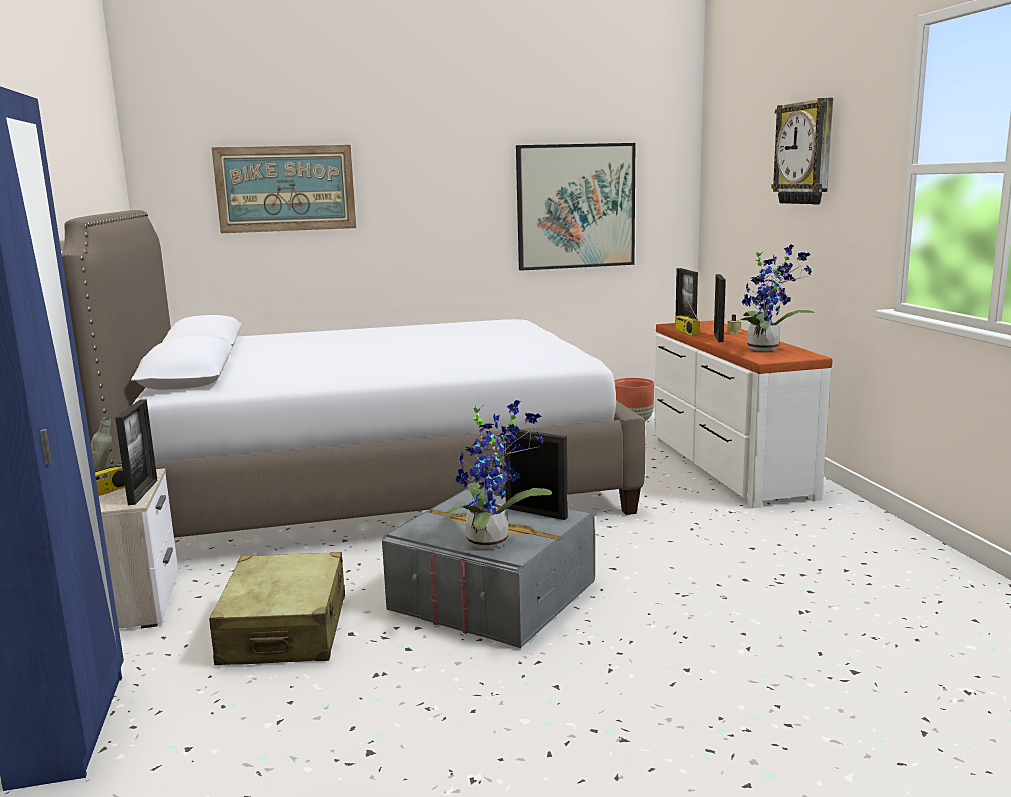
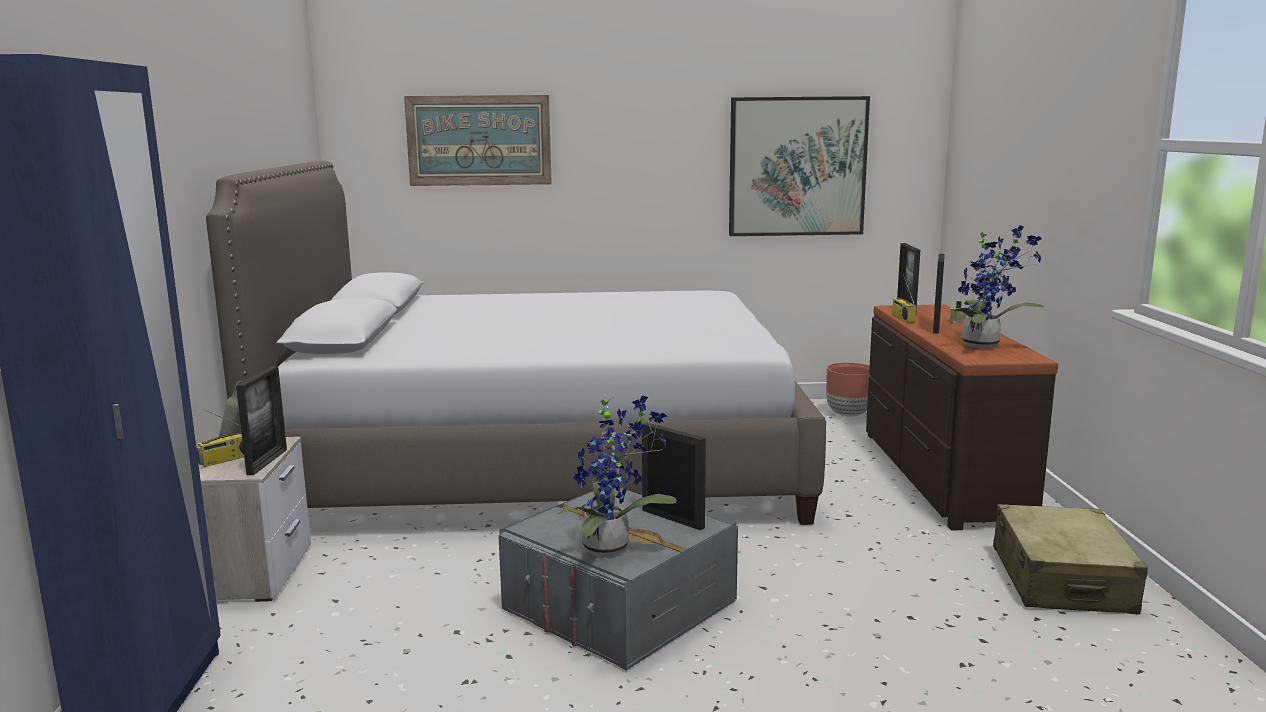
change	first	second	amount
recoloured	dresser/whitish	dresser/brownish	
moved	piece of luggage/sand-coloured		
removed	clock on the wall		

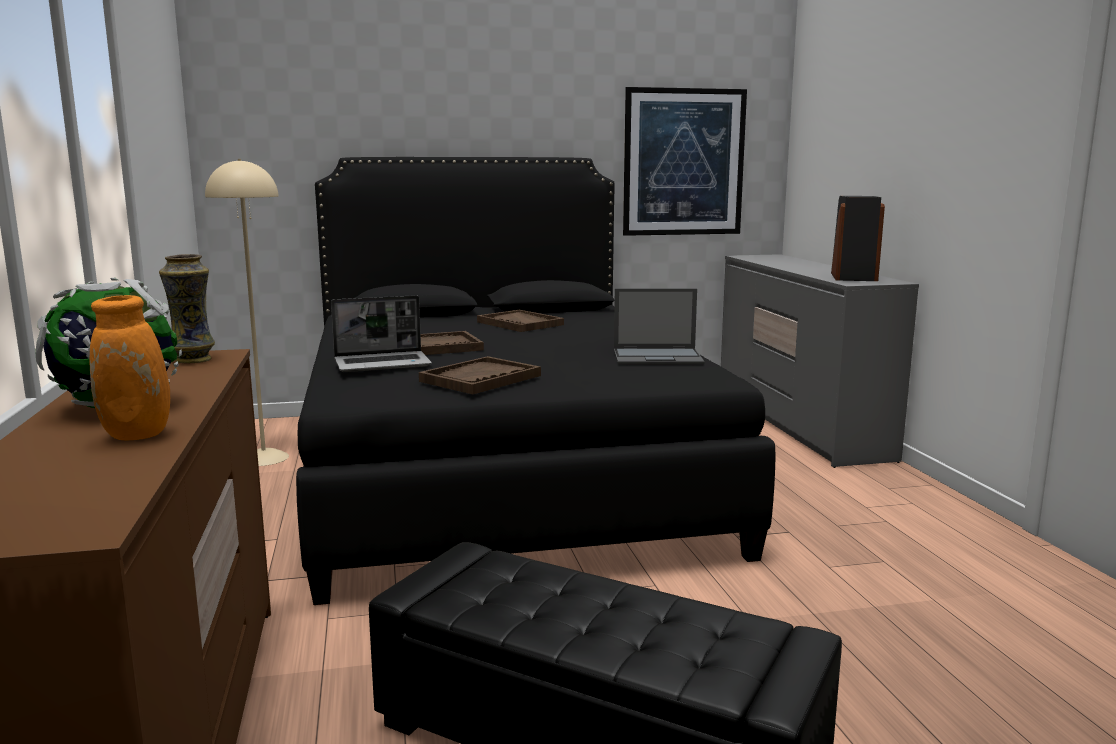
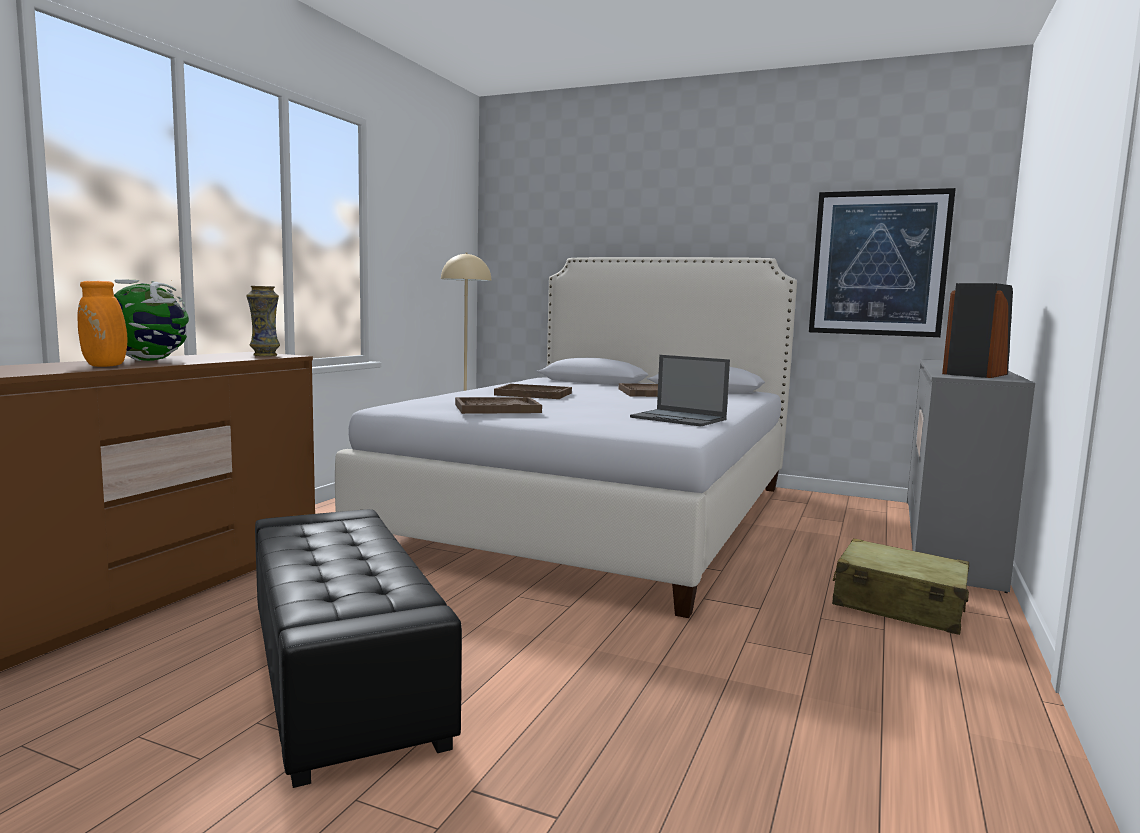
change	first	second	amount
recoloured	sleeping bed/black	sleeping bed/whitish	
added		piece of luggage/sand-coloured	
removed	portable computer (1st from left)		

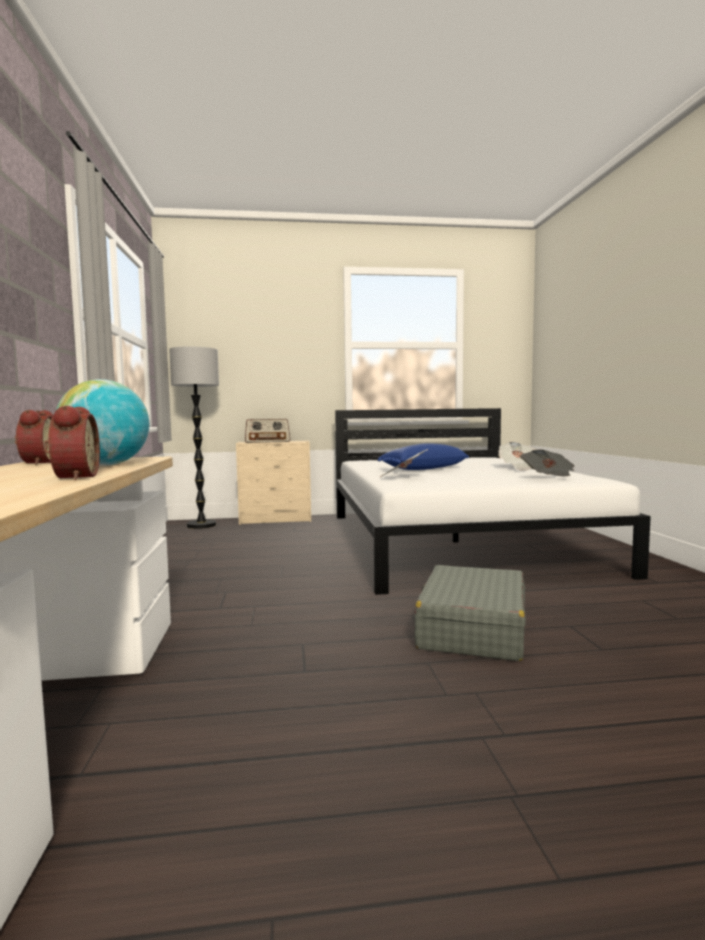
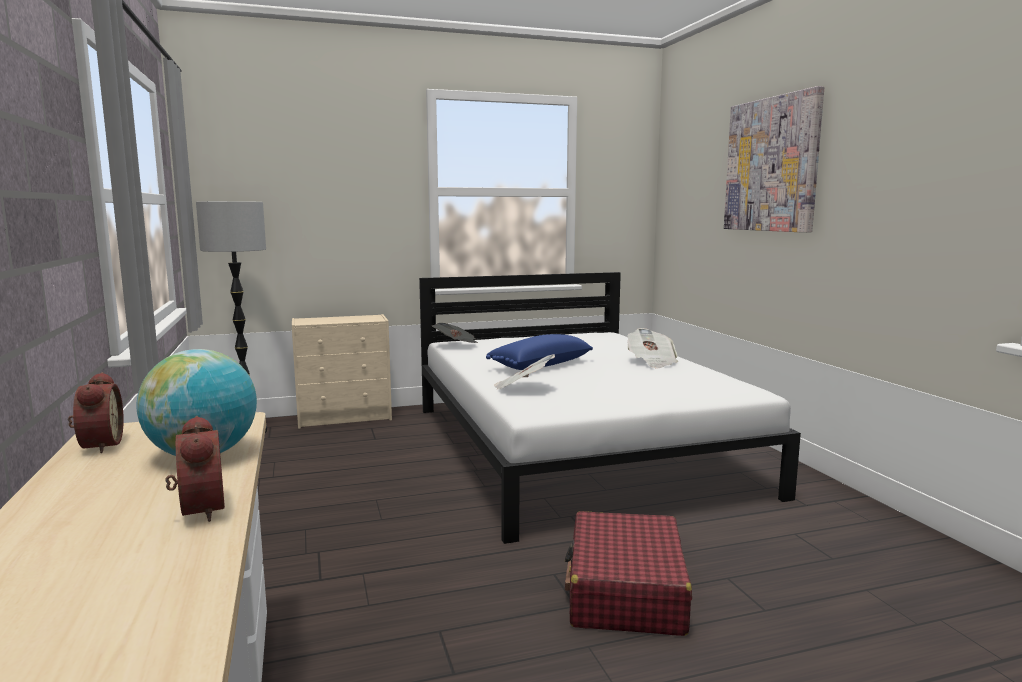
change	first	second	amount
moved	newspaper (3rd from left in the first image)	newspaper (1st from left)	
recoloured	piece of luggage/grey	piece of luggage/reddish	
added		picture	
removed	radio receiver		

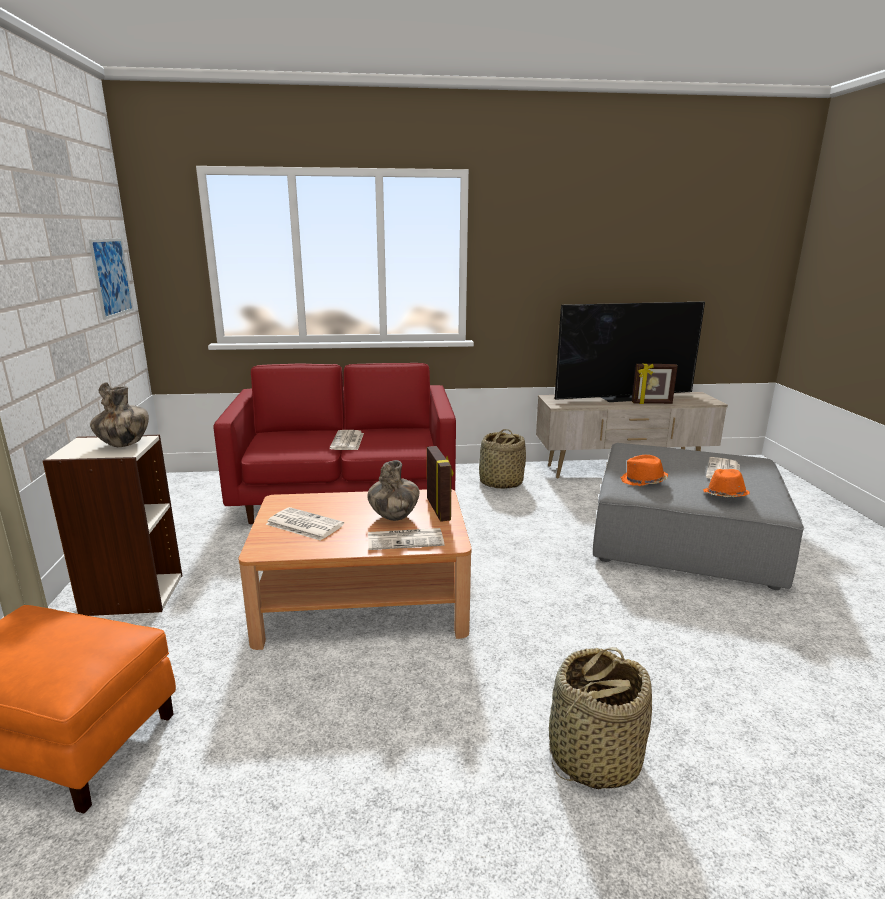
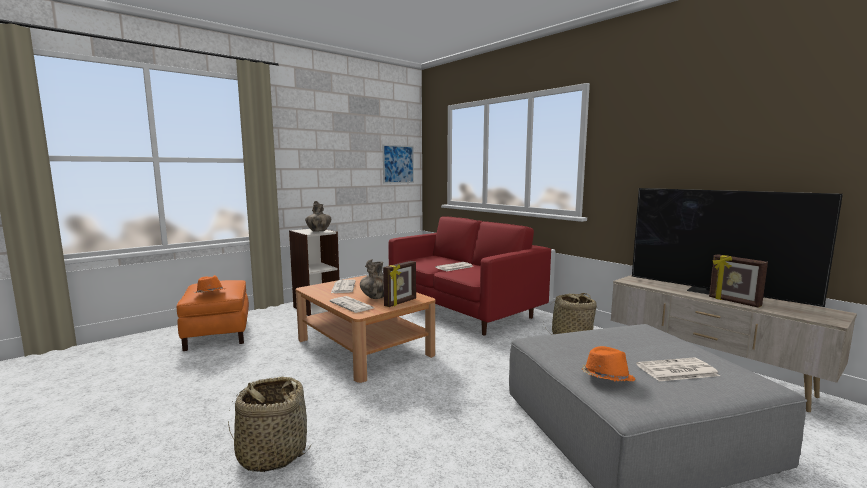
change	first	second	amount
moved	hat/orange-coloured (1st from left)		

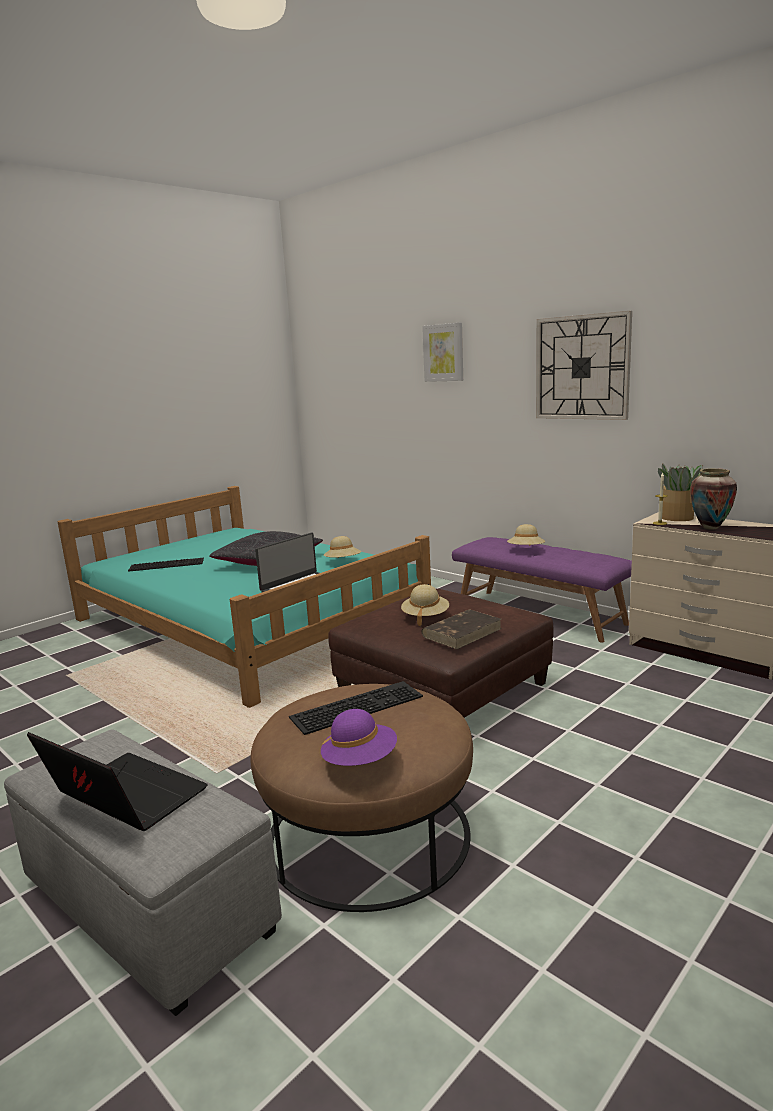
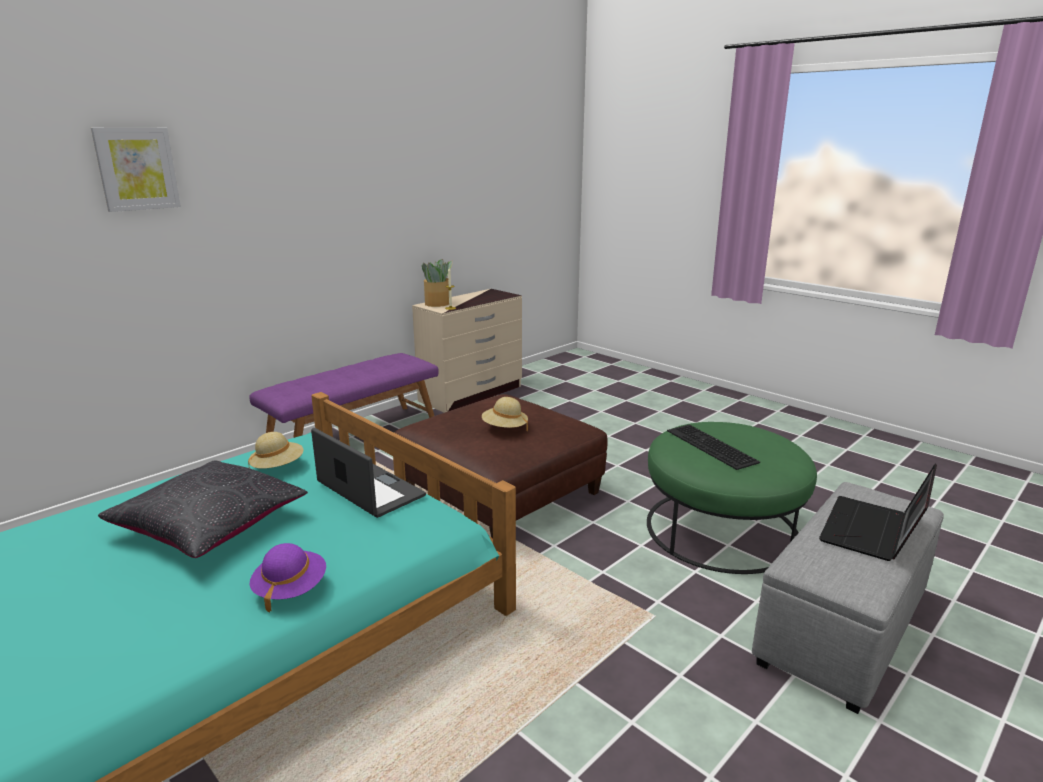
change	first	second	amount
moved	hat/purple-coloured		
recoloured	pouffe/brownish (1st from left)	pouffe/greenish	
removed	PC keyboard (1st from left)		
removed	book/brownish		
removed	hat/sand-coloured (3rd from left)		
removed	clock on the wall		
removed	flower vase		

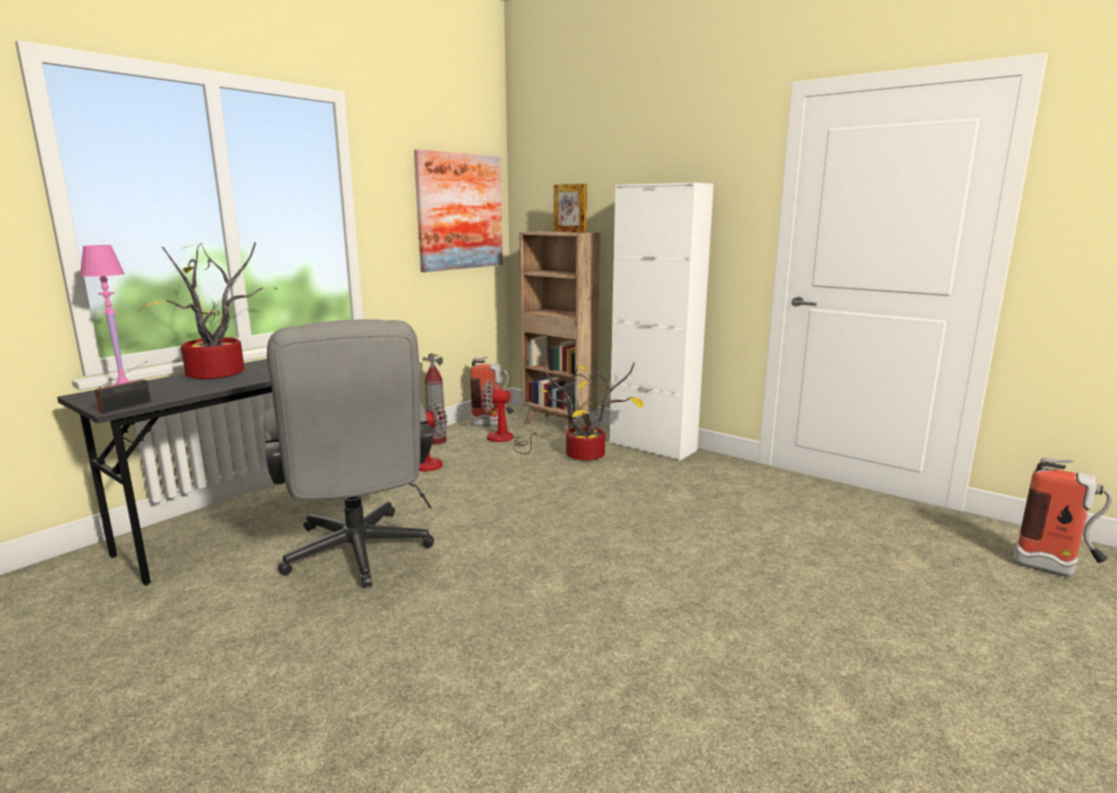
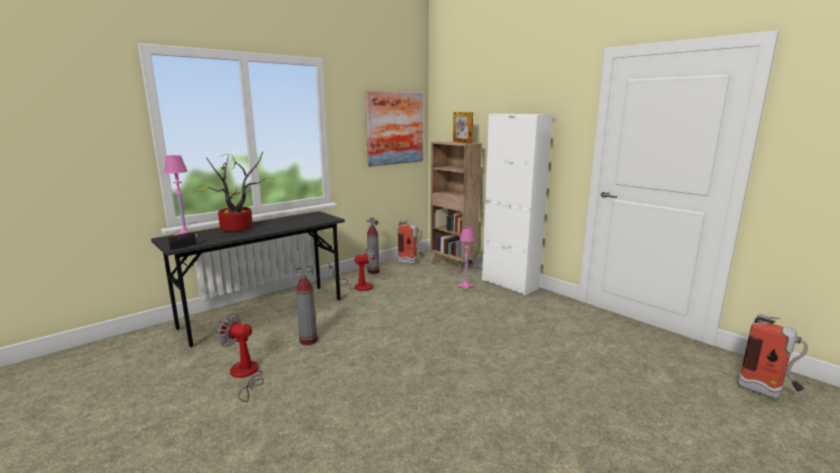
change	first	second	amount
moved	cooling fan (2nd from left in the first image)	cooling fan (1st from left)	
replaced	office chair/grey	extinguisher (1st from left)	
replaced	plant in a pot (2nd from left)	lamp for a table/pinkish (2nd from left)	

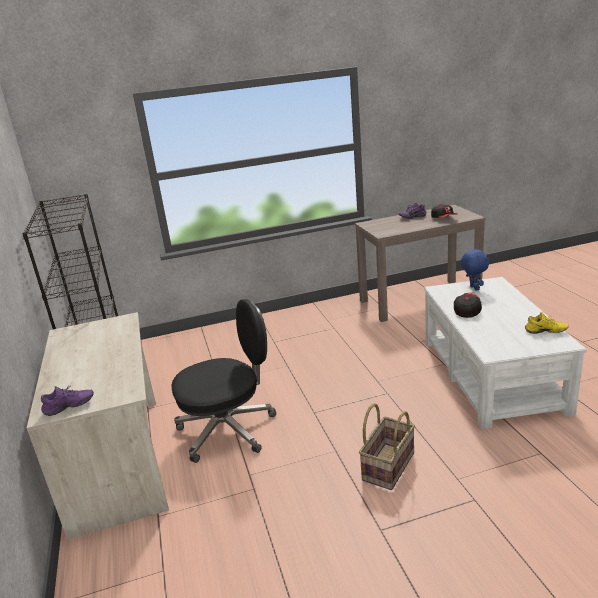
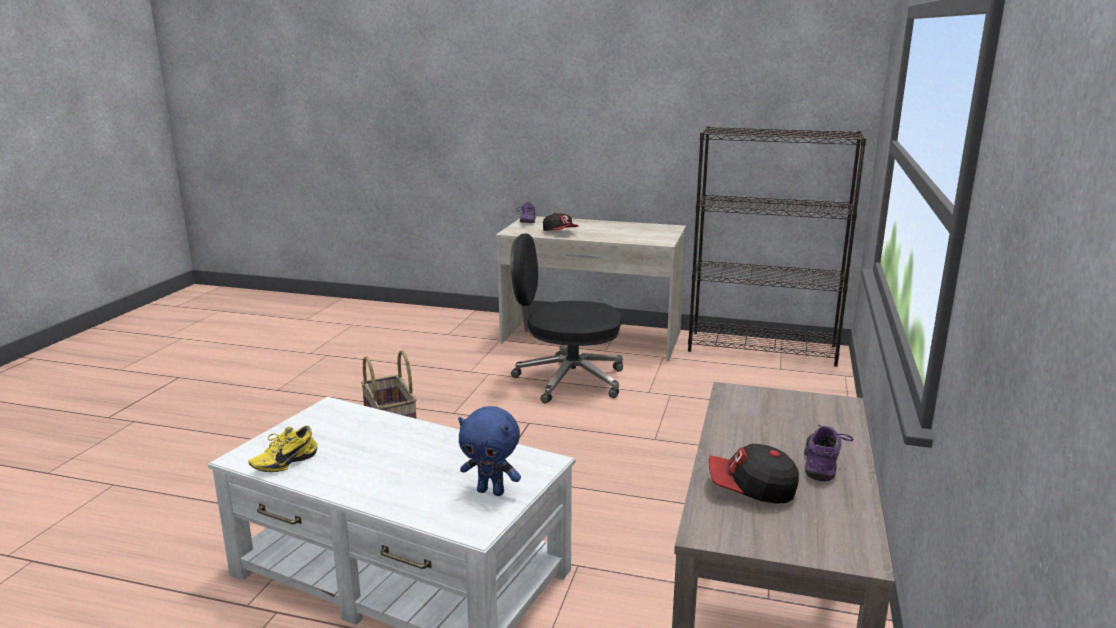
change	first	second	amount
turned	office chair/black		90 degrees clockwise
moved	baseball cap (2nd from left in the first image)	baseball cap (1st from left)	

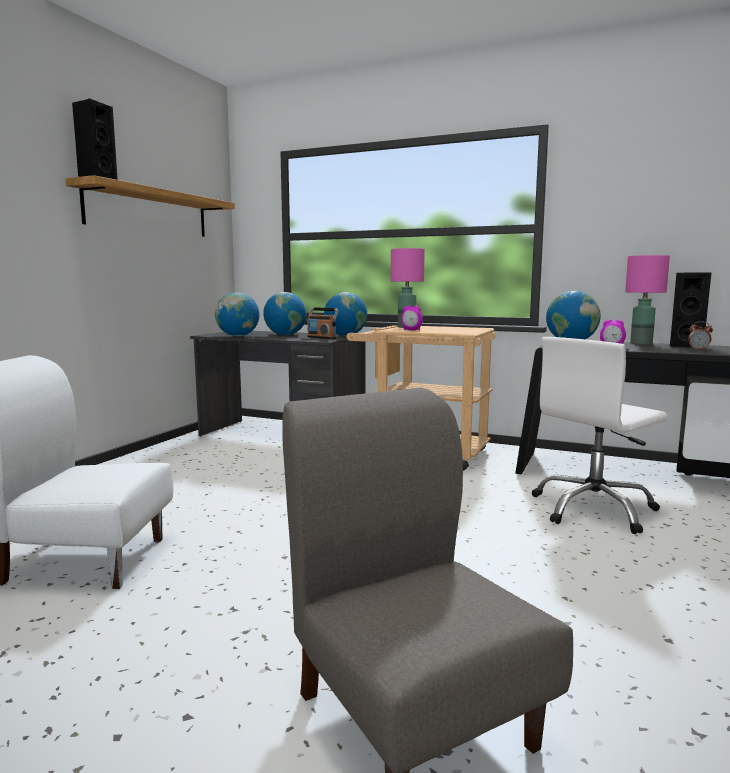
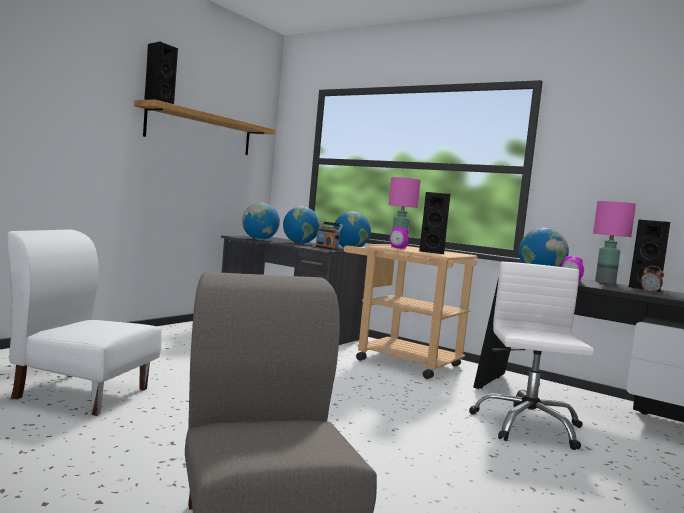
change	first	second	amount
added		loudspeaker/black (2nd from left)	
turned	office chair/whitish		120 degrees clockwise

